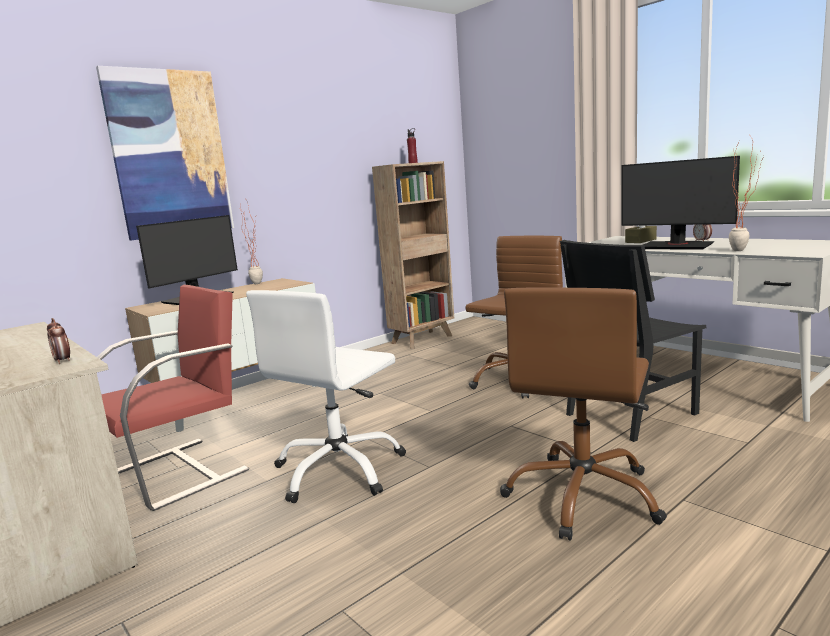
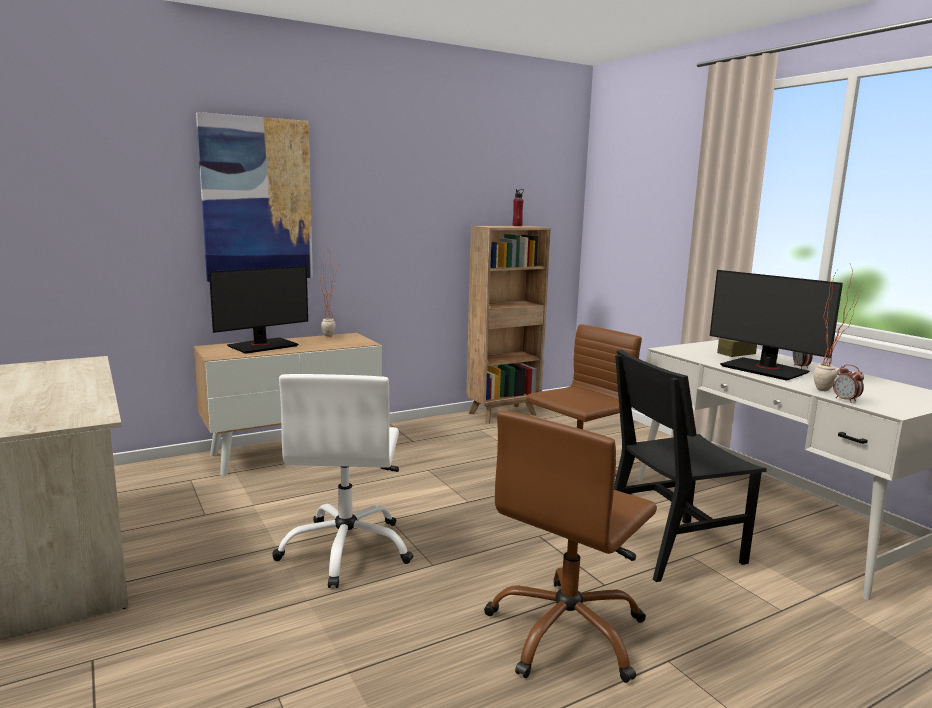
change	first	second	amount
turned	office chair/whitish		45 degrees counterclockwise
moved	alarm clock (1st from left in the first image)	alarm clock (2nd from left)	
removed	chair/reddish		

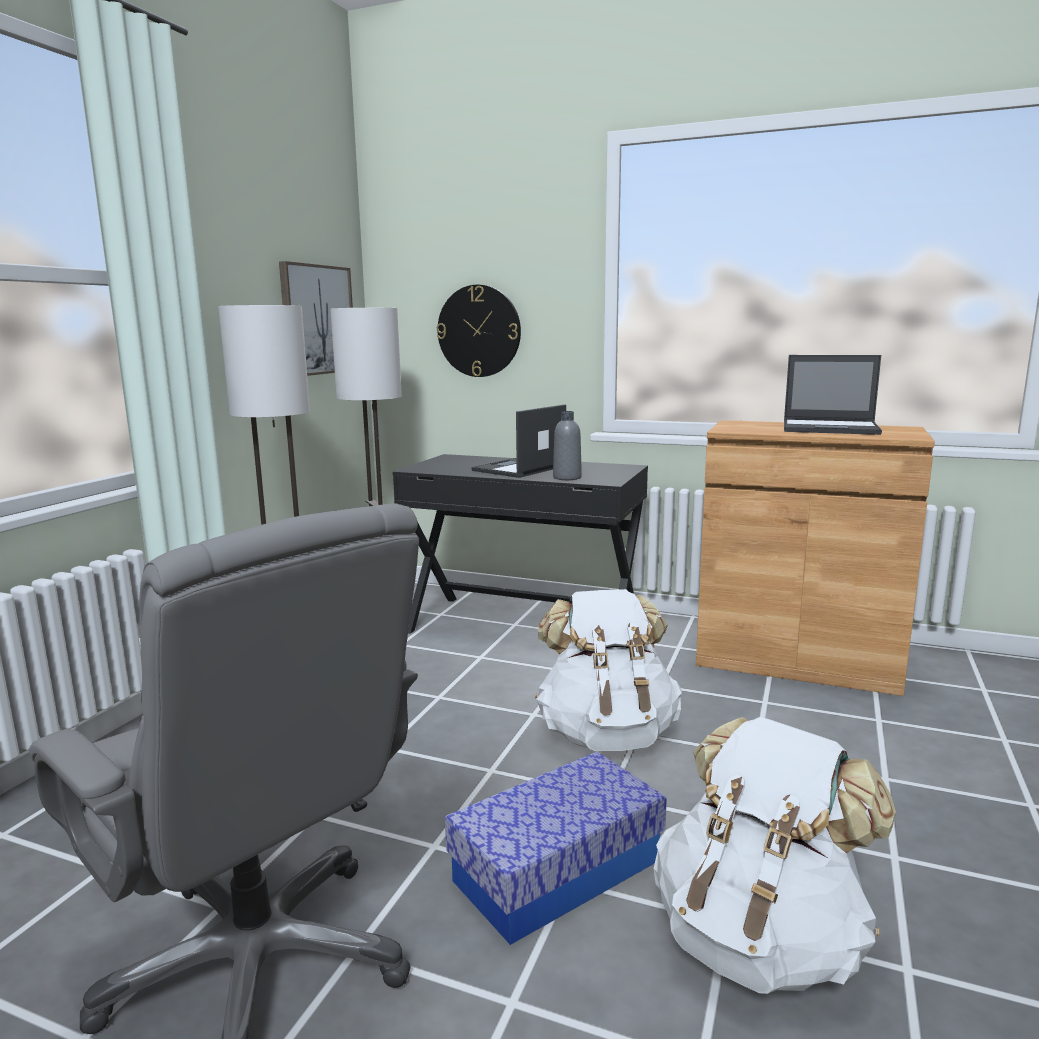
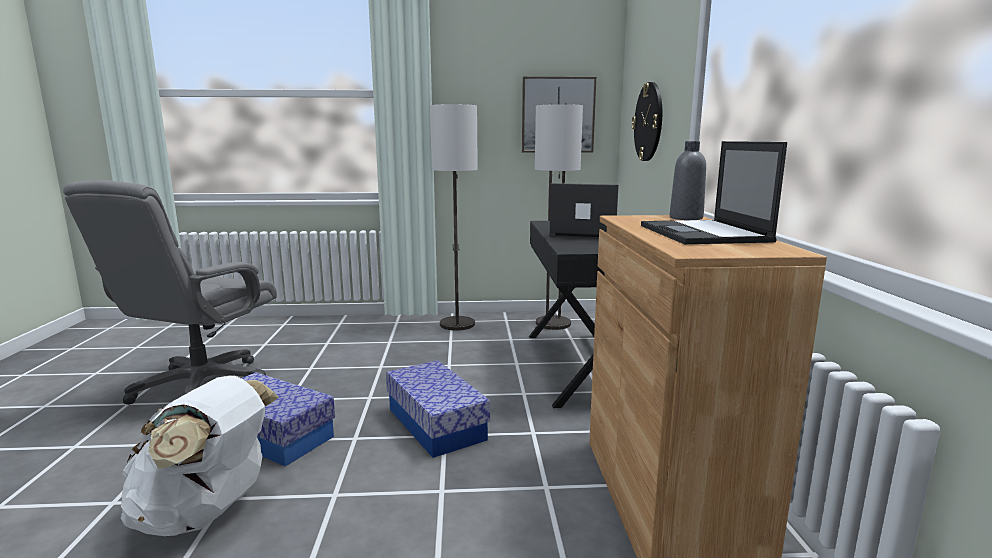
change	first	second	amount
replaced	knapsack/whitish (1st from left)	storage box (2nd from left)	
moved	beverage bottle/grey		

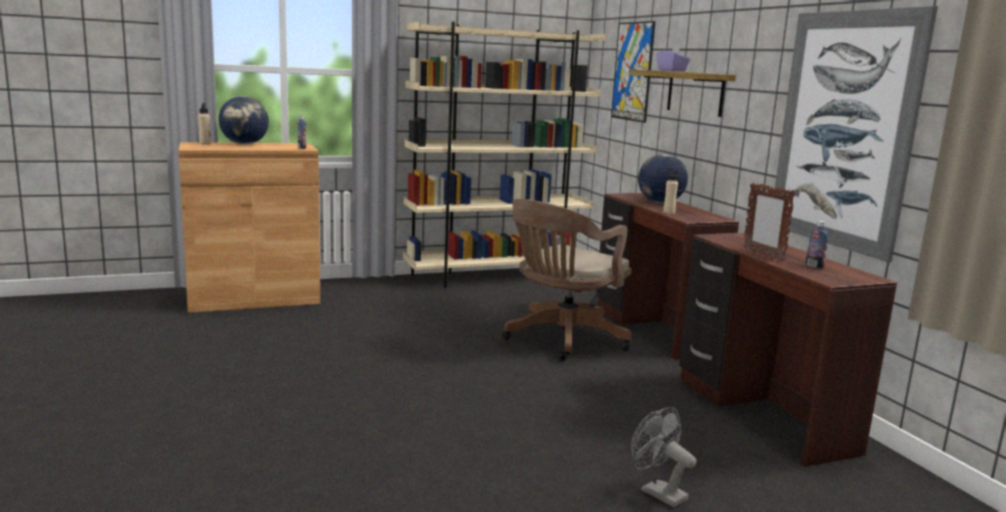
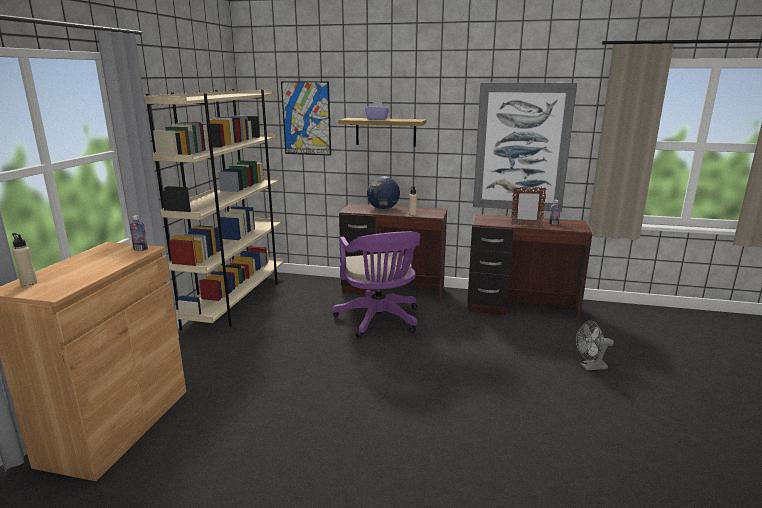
change	first	second	amount
recoloured	office chair/brownish	office chair/purple-coloured	
removed	world globe (1st from left)		

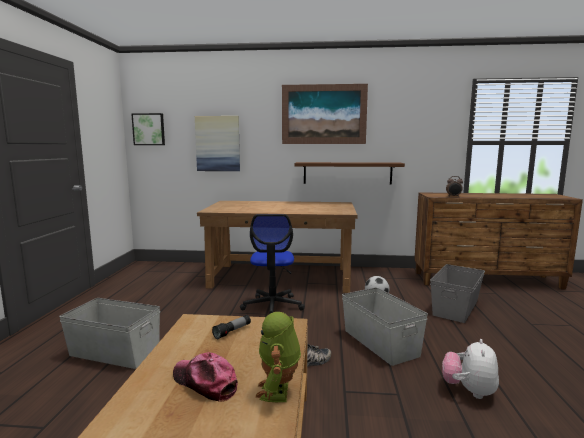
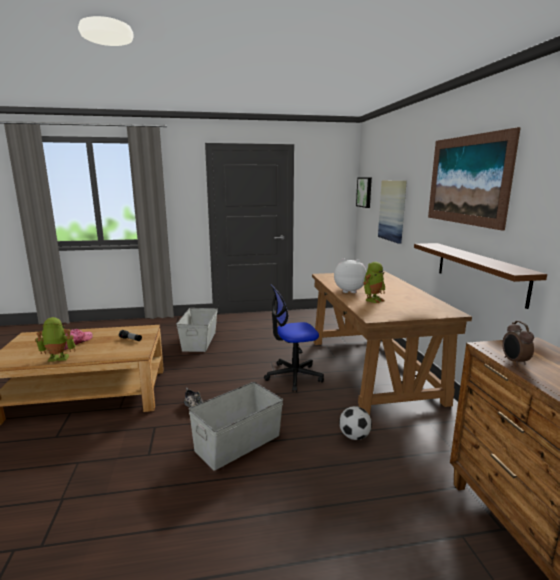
change	first	second	amount
moved	cuddly toy		
added		robot figure (2nd from left)	
removed	storage box/grey (3rd from left)		

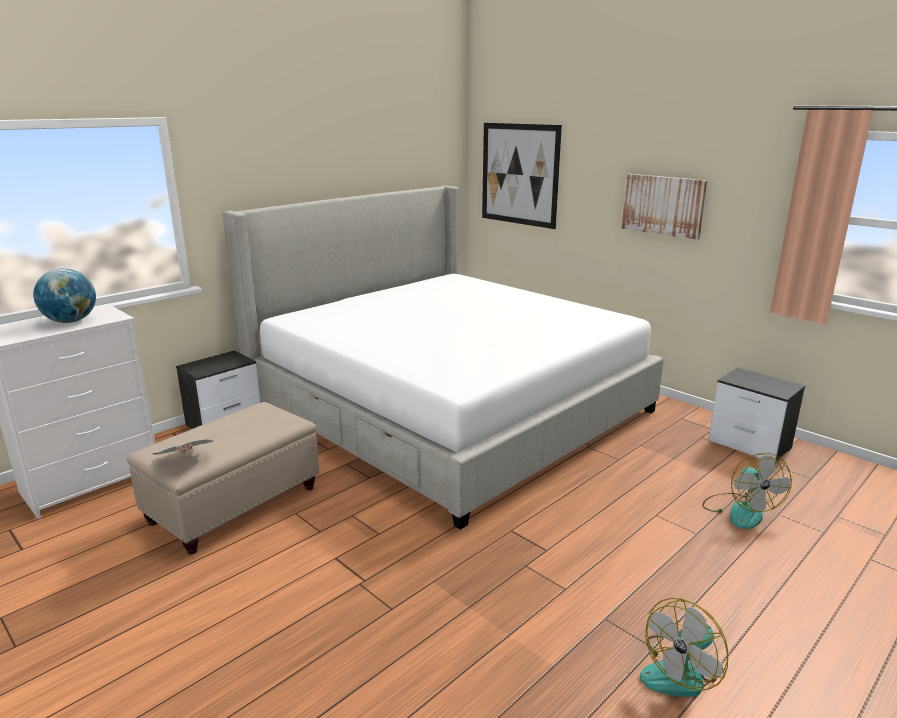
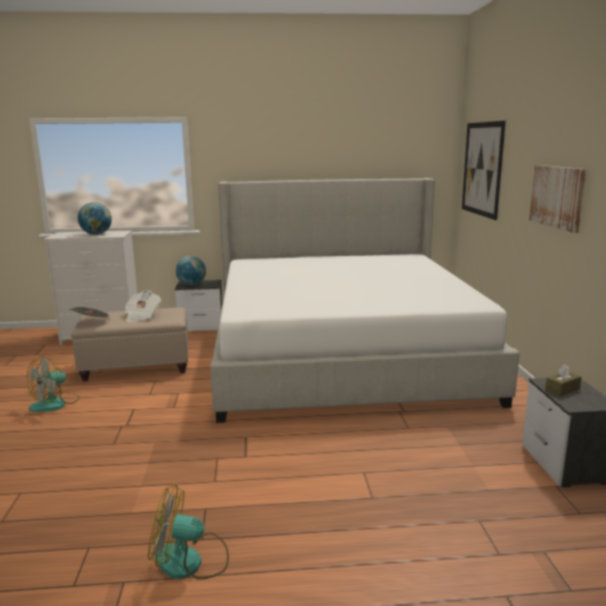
change	first	second	amount
moved	cooling fan (2nd from left in the first image)	cooling fan (1st from left)	
added		newspaper (2nd from left)	
added		world globe (2nd from left)	
added		box of tissues/brownish	

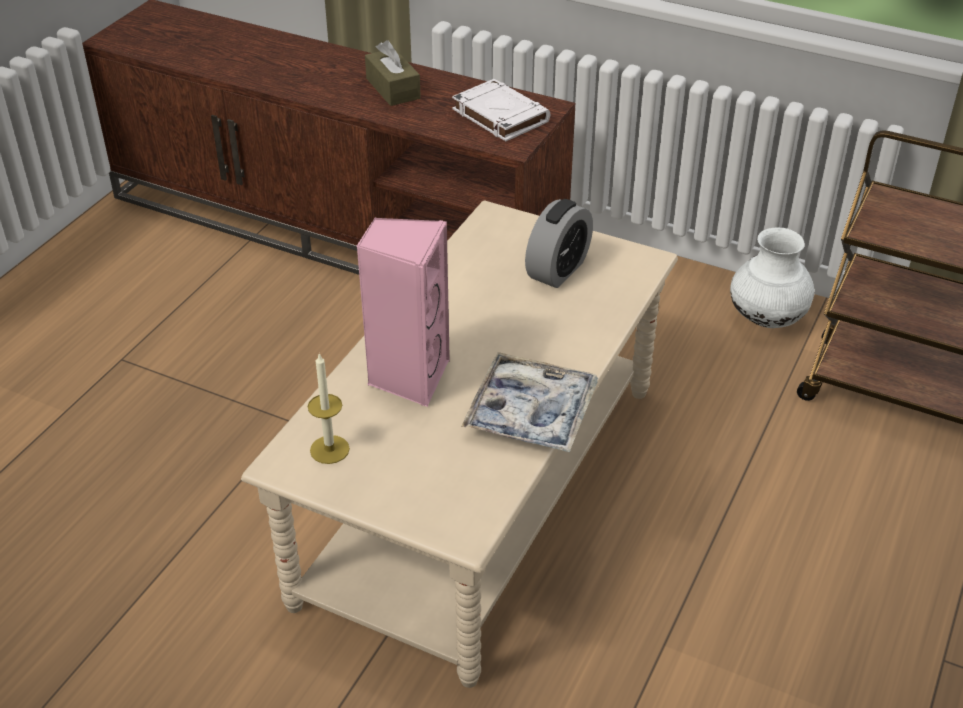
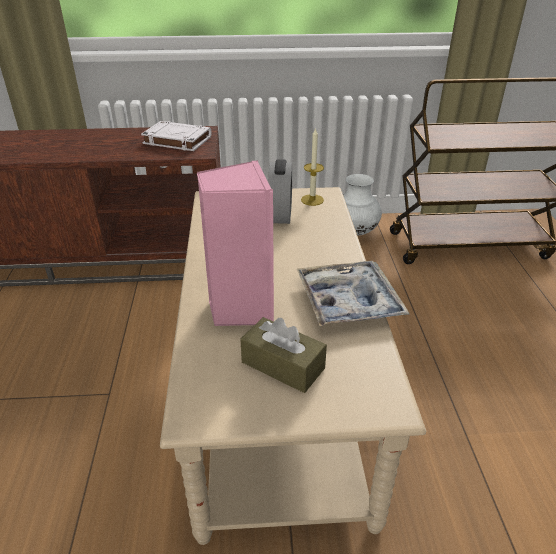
change	first	second	amount
moved	box of tissues/brownish		
moved	wax light		

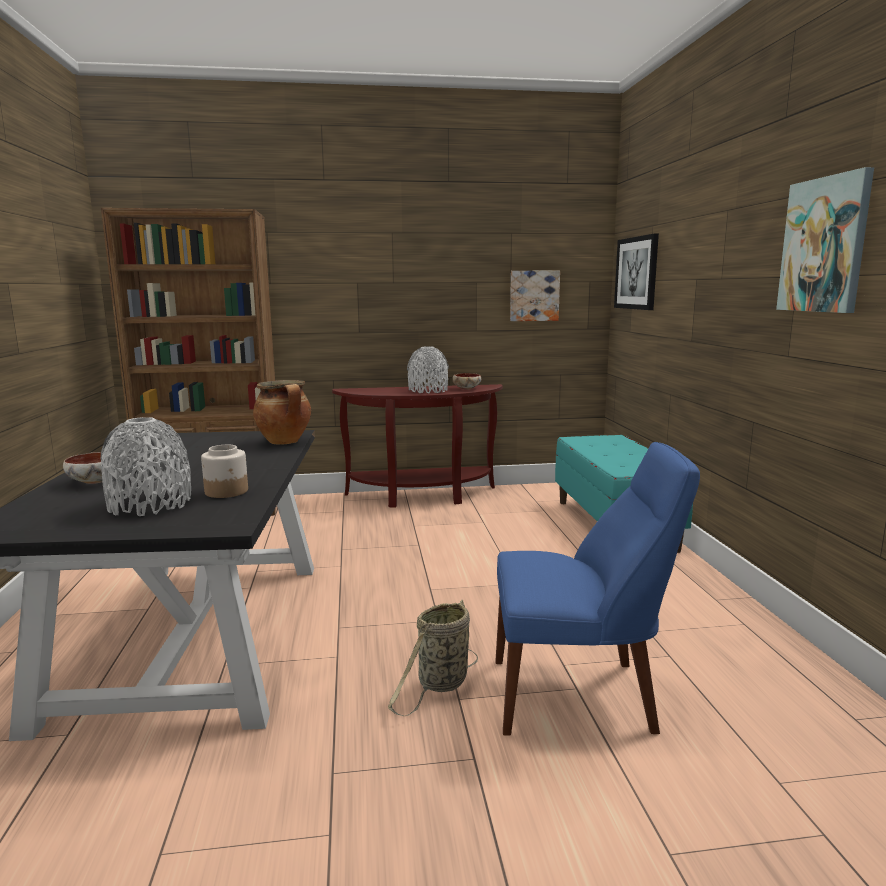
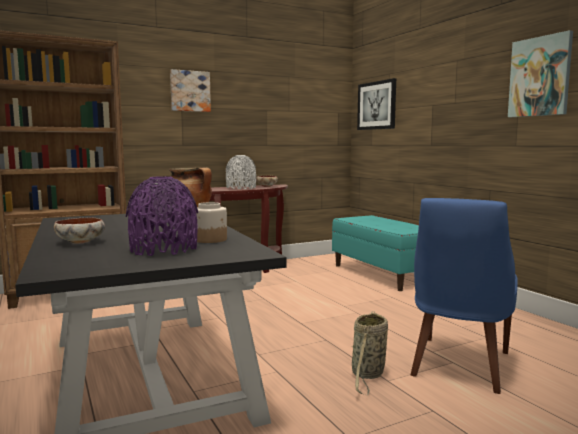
change	first	second	amount
recoloured	flower vase/grey (1st from left)	flower vase/purple-coloured	
moved	picture (1st from left)		
turned	chair/bluish		135 degrees clockwise

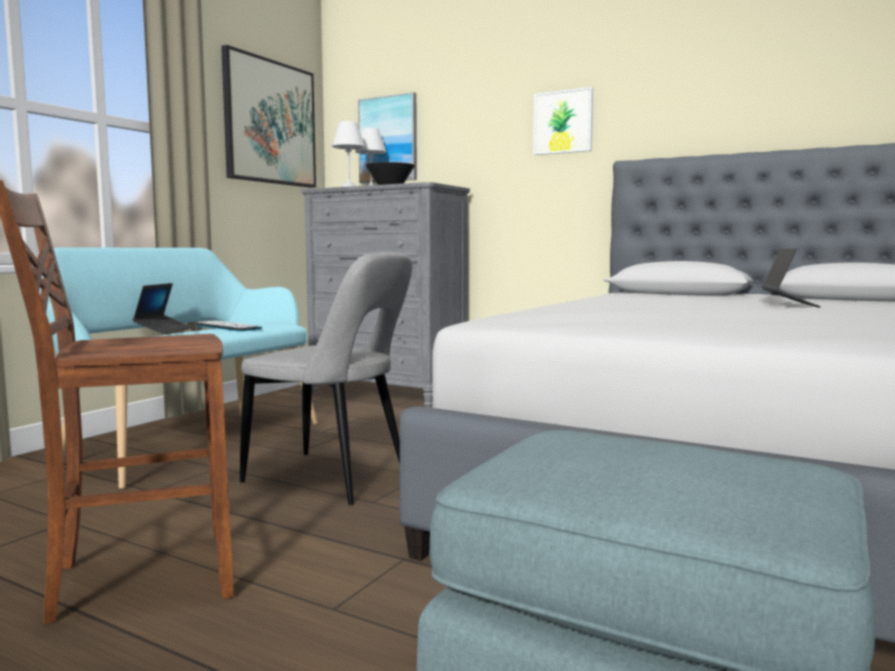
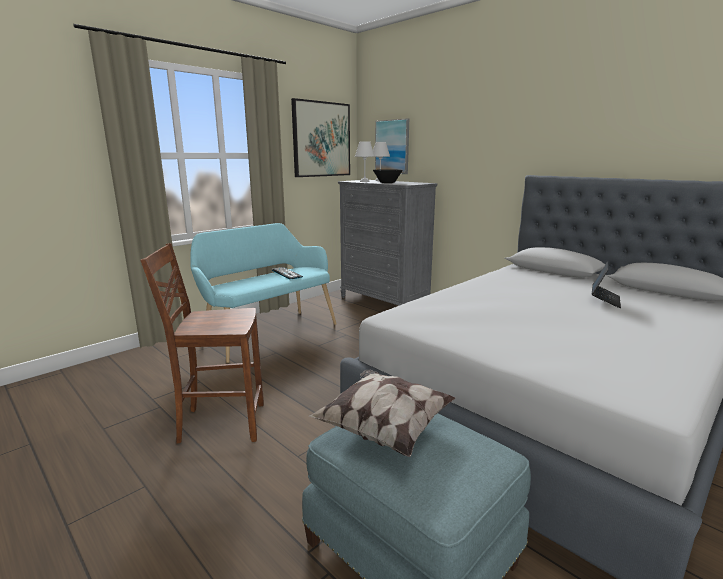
change	first	second	amount
added		throw pillow	
removed	portable computer (1st from left)		
removed	chair/grey		
removed	picture (3rd from left)		

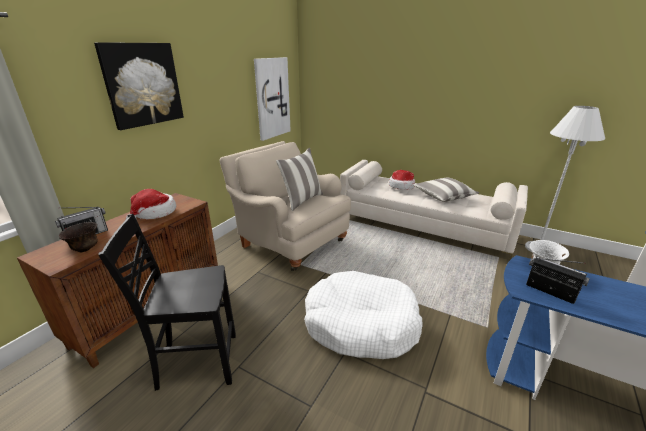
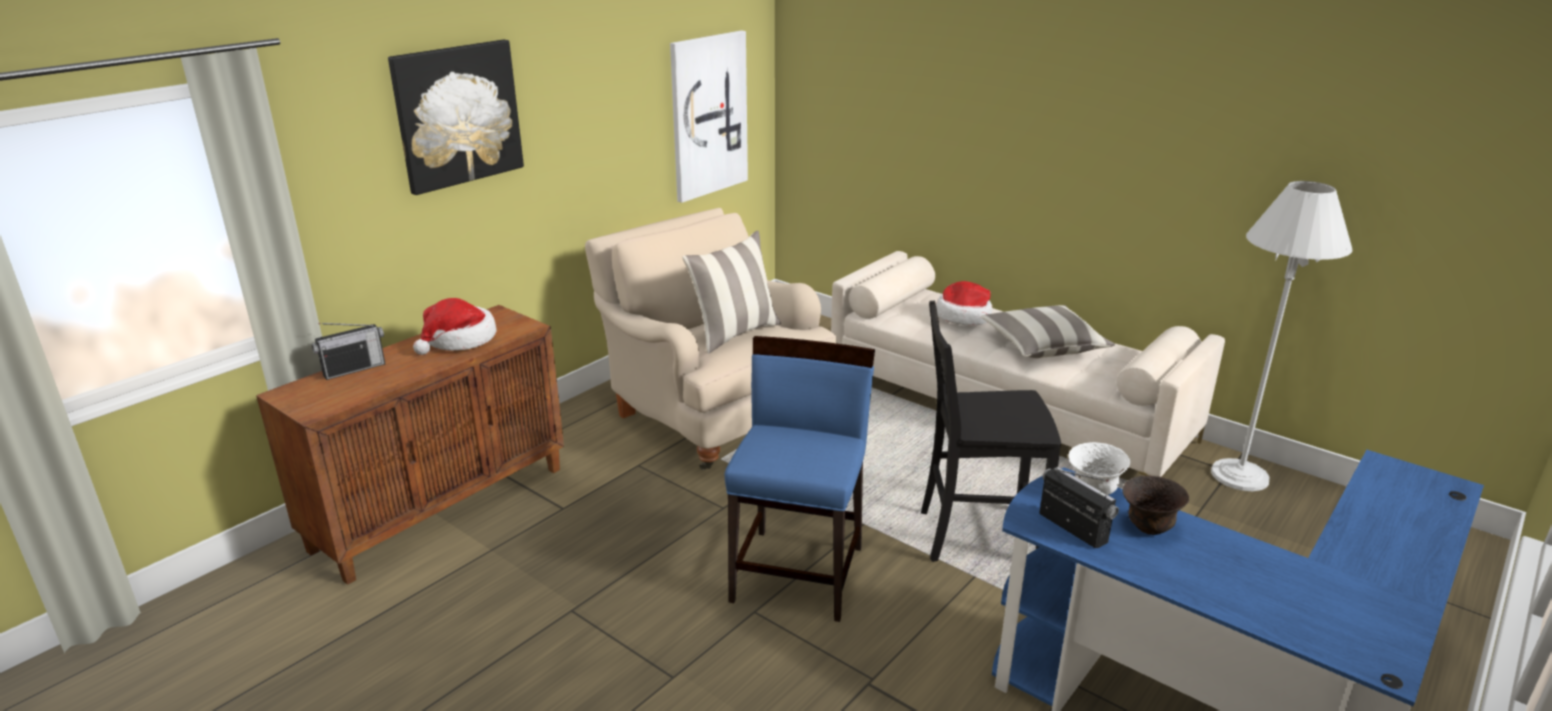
change	first	second	amount
replaced	dog cushion/whitish	chair/bluish	
moved	chair/black		
moved	serving bowl/brownish		

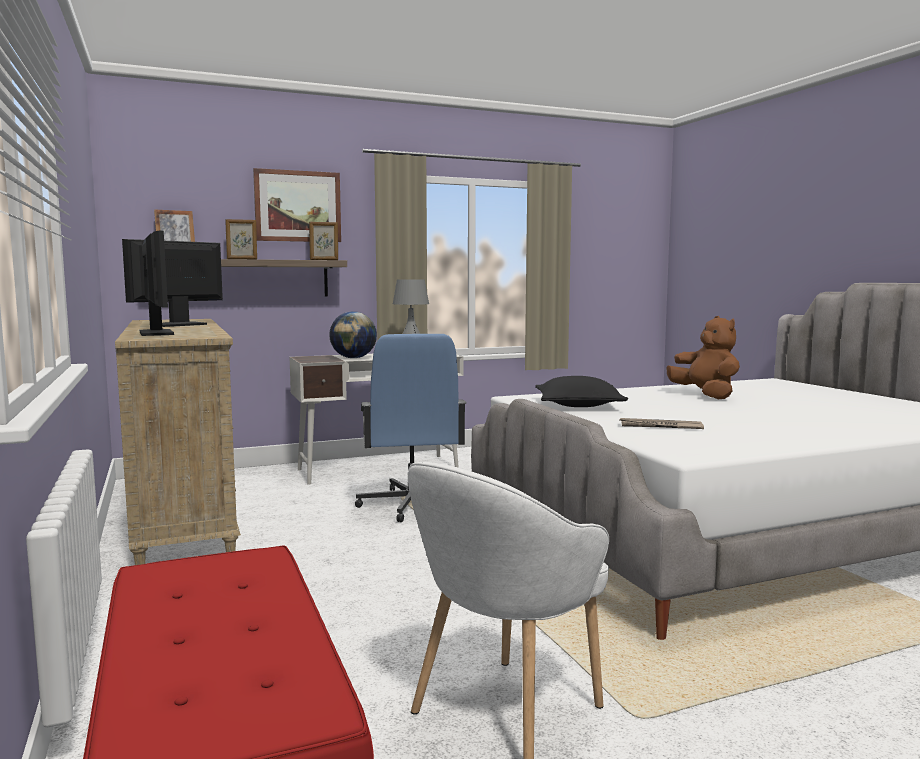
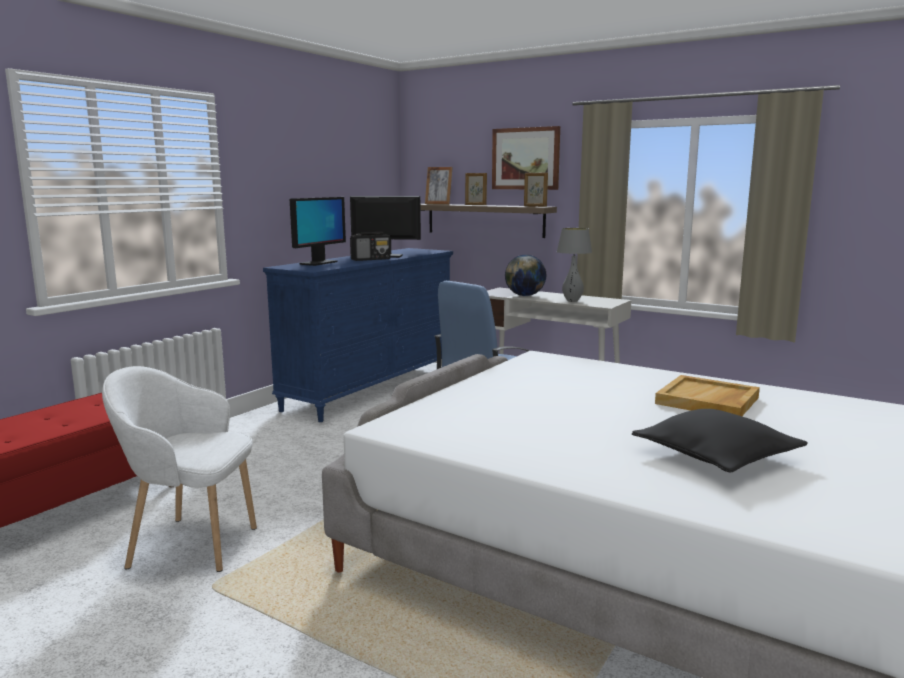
change	first	second	amount
recoloured	dresser/sand-coloured	dresser/bluish	
added		radio receiver	
moved	throw pillow/black		
replaced	cuddly toy/brownish	carrying tray/sand-coloured	
removed	newspaper		

